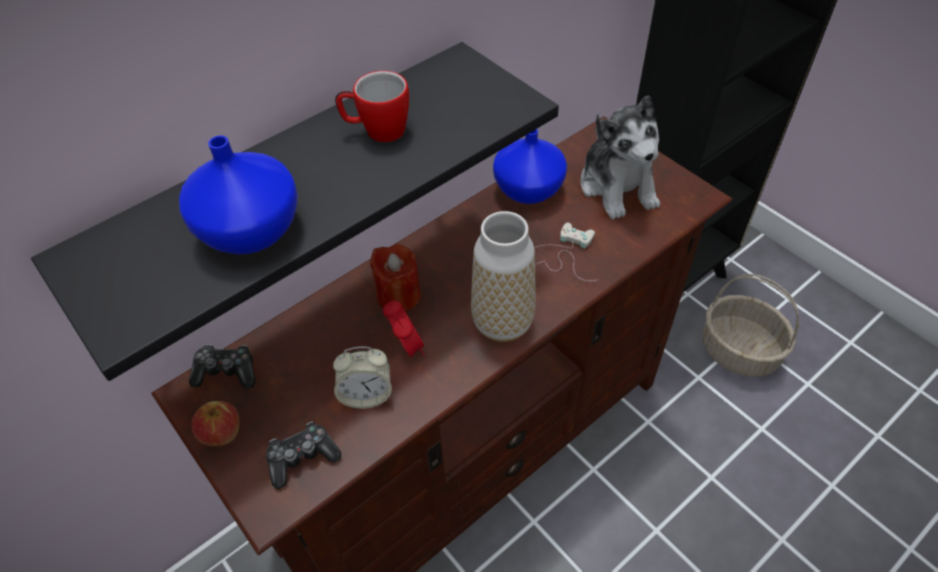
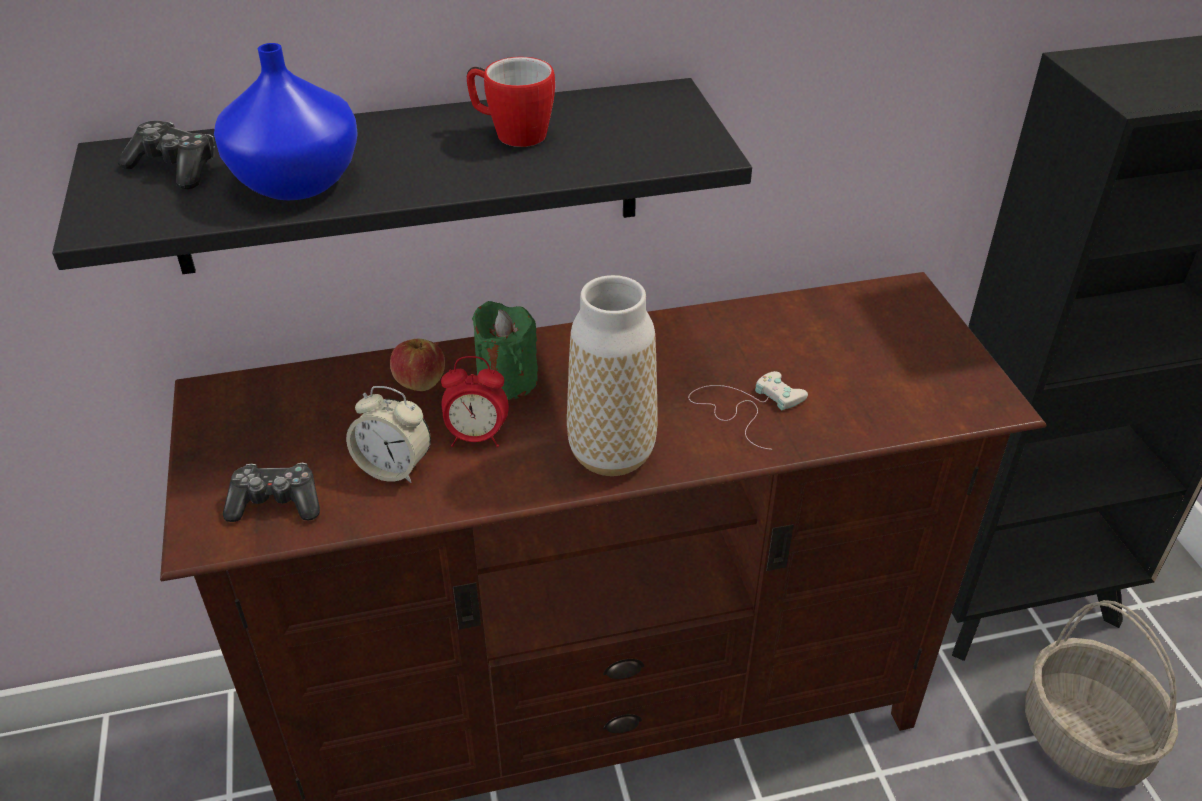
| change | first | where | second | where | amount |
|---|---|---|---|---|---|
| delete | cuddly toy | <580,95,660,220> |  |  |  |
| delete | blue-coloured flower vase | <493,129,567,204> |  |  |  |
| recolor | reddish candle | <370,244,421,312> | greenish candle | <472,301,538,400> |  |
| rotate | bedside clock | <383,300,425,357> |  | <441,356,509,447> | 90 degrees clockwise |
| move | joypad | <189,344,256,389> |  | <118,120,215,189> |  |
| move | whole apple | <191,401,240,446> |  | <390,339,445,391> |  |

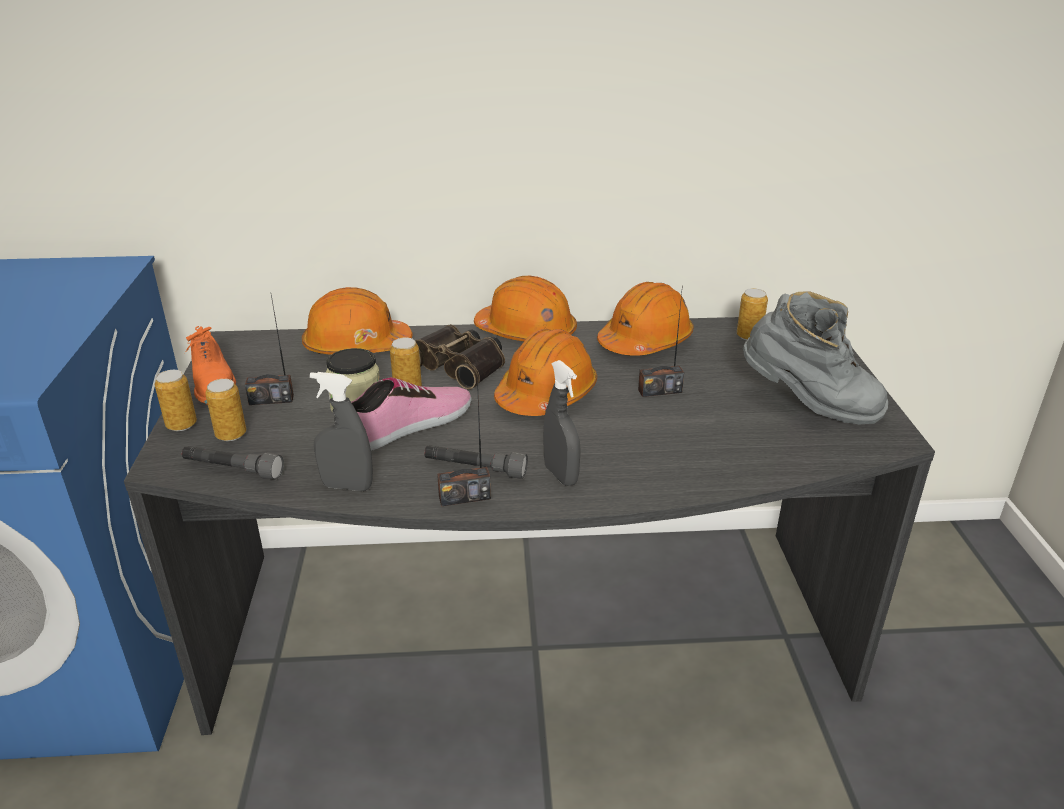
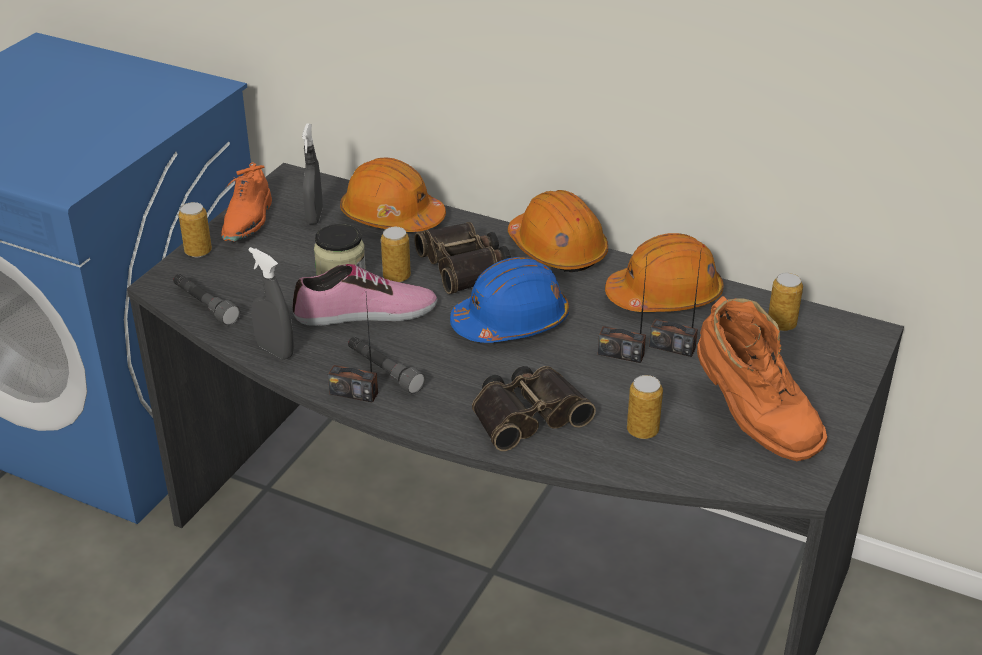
| change | first | where | second | where | amount |
|---|---|---|---|---|---|
| recolor | grey tall boot | <743,292,888,424> | orange tall boot | <697,296,827,461> |  |
| move | radio set | <245,295,294,405> |  | <649,253,701,357> |  |
| recolor | orange work helmet | <494,329,597,416> | blue-coloured work helmet | <450,257,569,343> |  |
| move | grey hand sprayer | <543,360,581,486> |  | <302,124,323,225> |  |
| move | metal can | <205,379,246,441> |  | <627,375,663,439> |  |
| insert |  |  | binoculars | <472,366,596,451> |  |

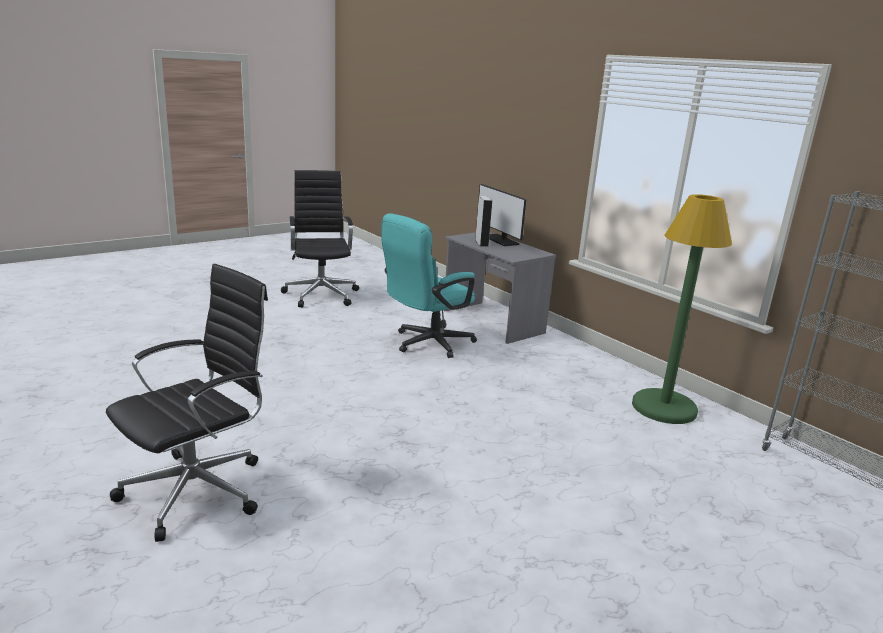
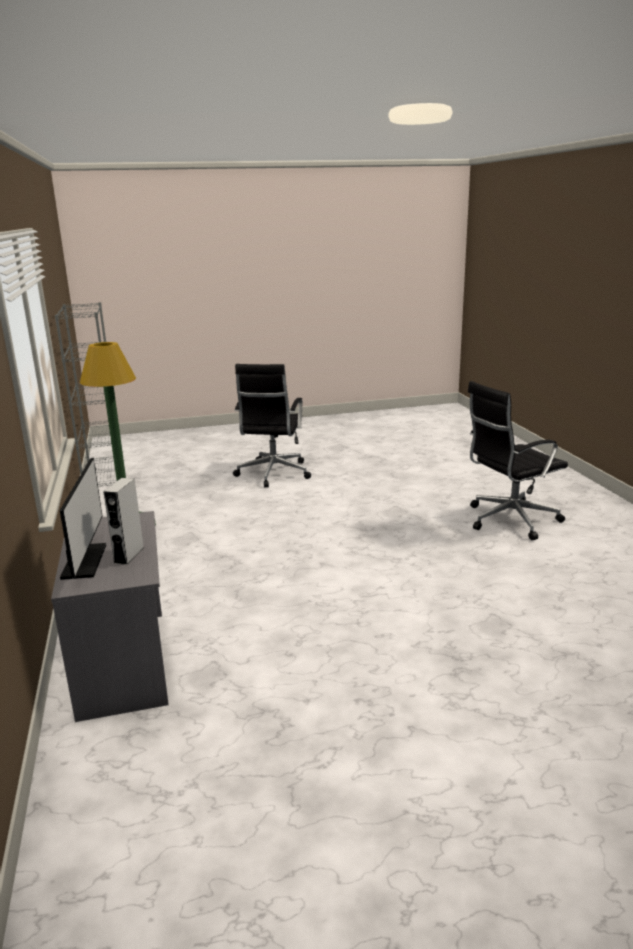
| change | first | where | second | where | amount |
|---|---|---|---|---|---|
| move | blackish computer chair | <281,170,359,308> |  | <233,364,311,488> |  |
| delete | turquoise-coloured computer chair | <381,213,477,358> |  |  |  |

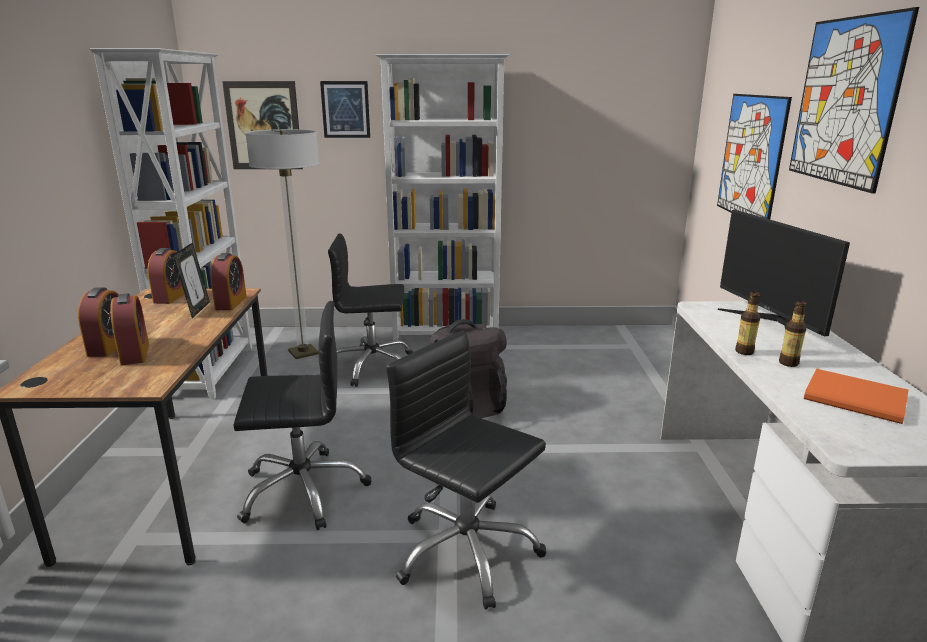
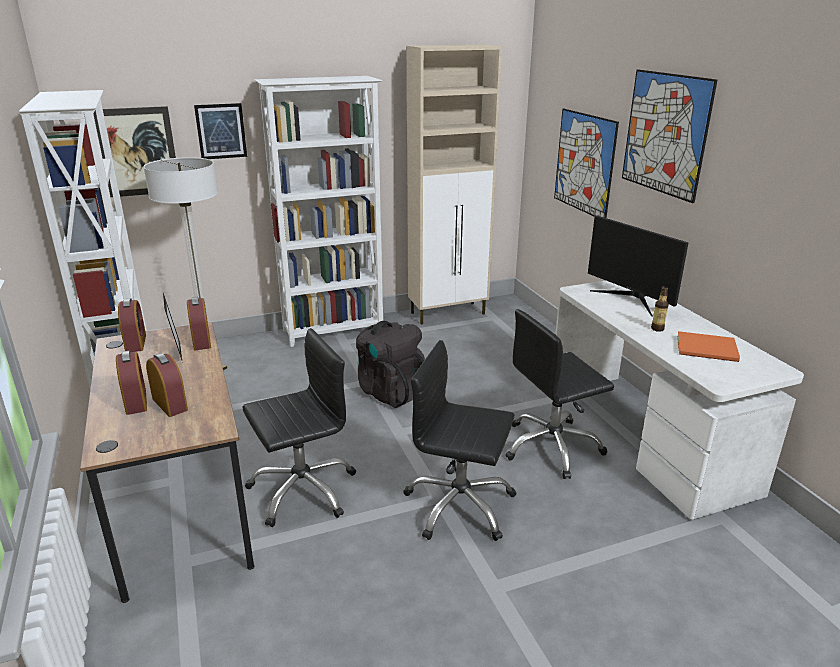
| change | first | where | second | where | amount |
|---|---|---|---|---|---|
| move | blackish computer chair | <328,233,413,387> |  | <505,309,614,479> |  |
| delete | bottle | <735,292,760,355> |  |  |  |
| insert |  |  | beige cabinet | <407,44,502,324> |  |

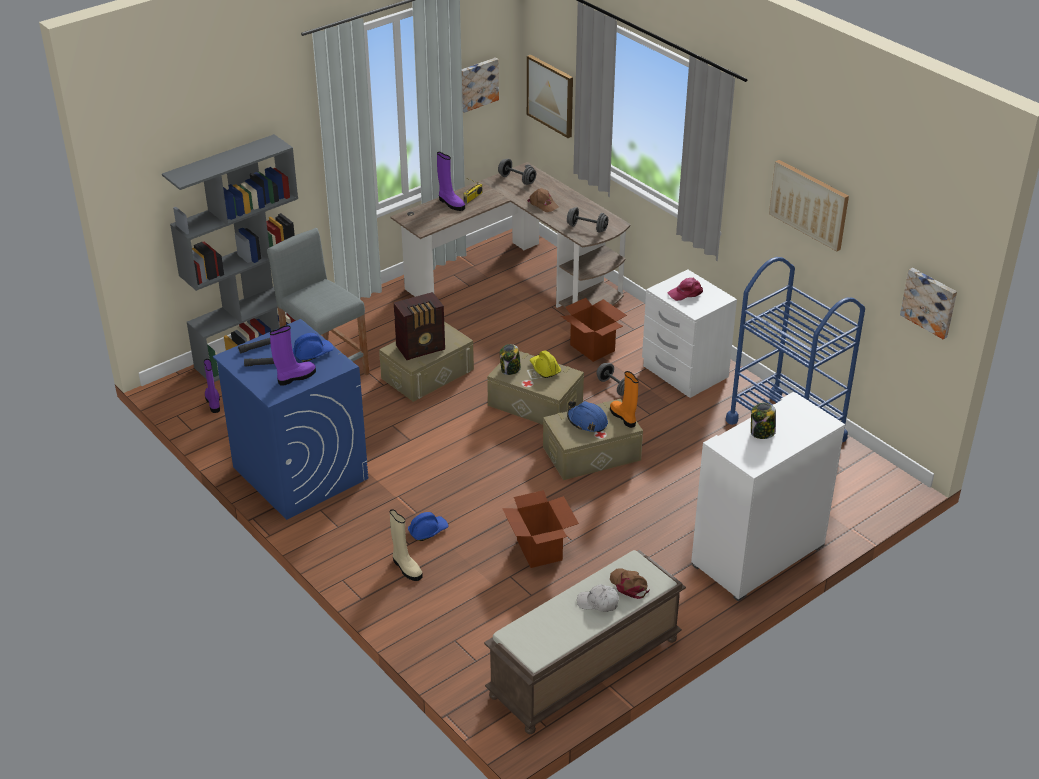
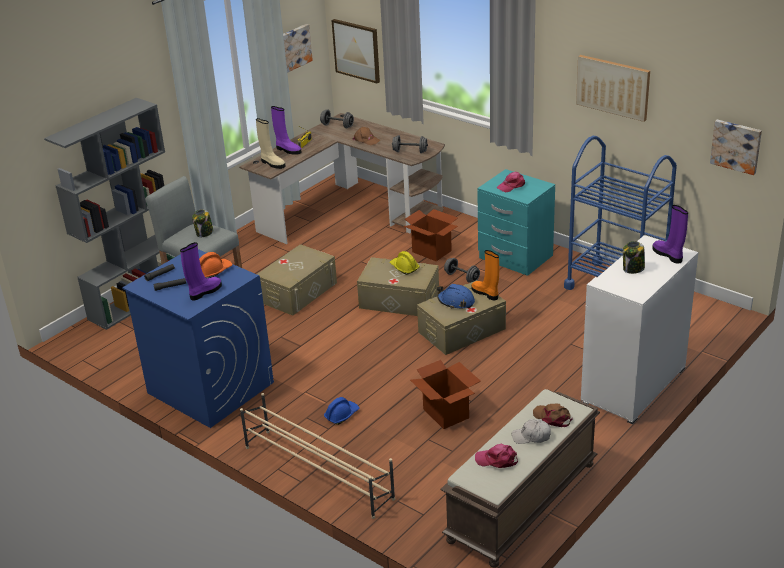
| change | first | where | second | where | amount |
|---|---|---|---|---|---|
| recolor | whitish night table | <642,270,737,398> | turquoise-coloured night table | <477,169,555,276> |  |
| delete | radio set | <394,292,445,360> |  |  |  |
| recolor | blue-coloured work helmet | <293,333,334,362> | orange work helmet | <199,252,233,278> |  |
| move | preserve jar | <500,344,521,375> |  | <192,209,214,237> |  |
| move | purplish tall boot | <204,359,220,413> |  | <652,205,688,264> |  |
| move | beige tall boot | <390,509,423,581> |  | <256,118,286,169> |  |
| insert |  |  | beige shoe stand | <240,393,395,519> |  |
| insert |  |  | pink-coloured baseball cap | <475,444,518,468> |  |

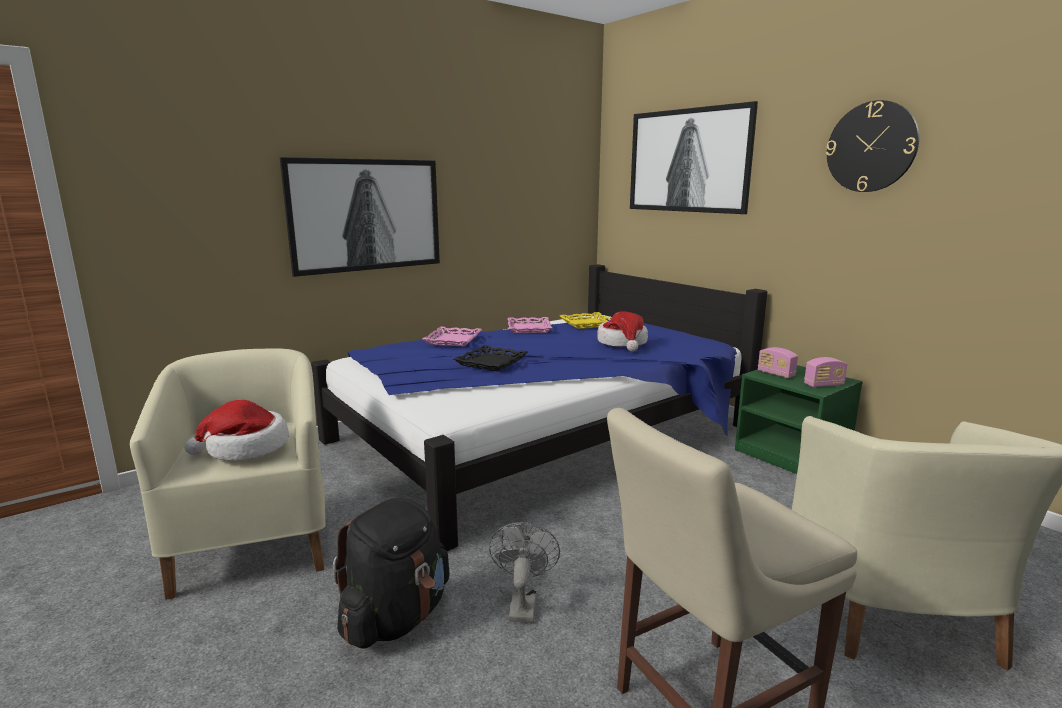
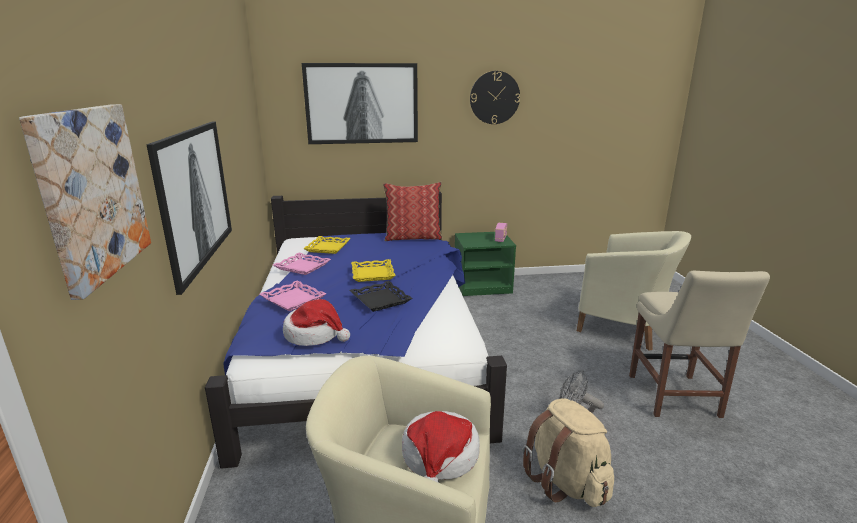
| change | first | where | second | where | amount |
|---|---|---|---|---|---|
| move | hat | <597,312,648,352> |  | <283,299,350,346> |  |
| delete | radio set | <758,347,798,378> |  |  |  |
| recolor | blackish backpack | <333,498,450,648> | beige backpack | <523,398,614,507> |  |
| insert |  |  | picture | <19,104,151,300> |  |
| insert |  |  | pillow | <383,182,442,241> |  |
| insert |  |  | yellow serving tray | <351,259,396,282> |  |

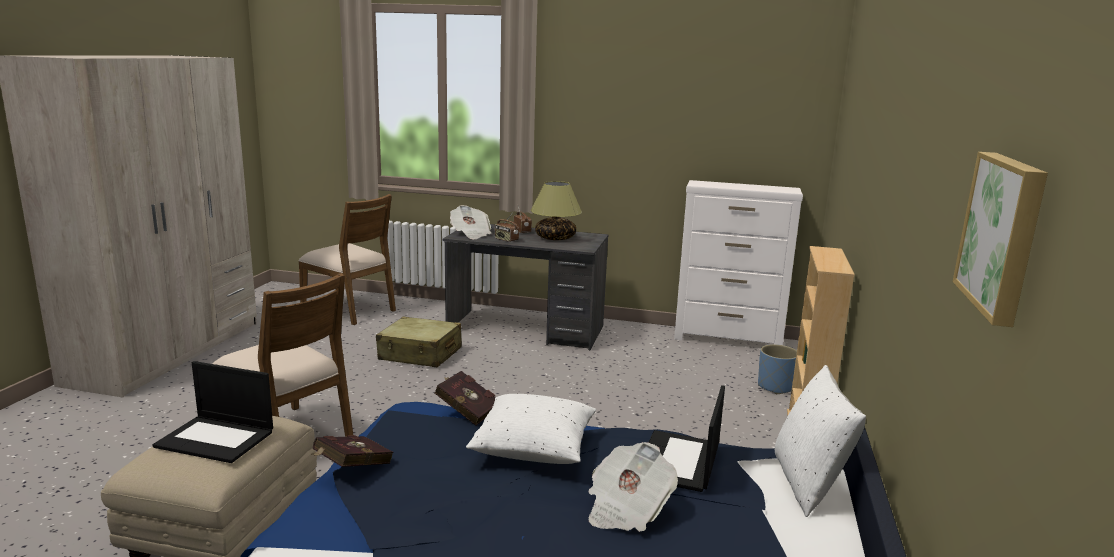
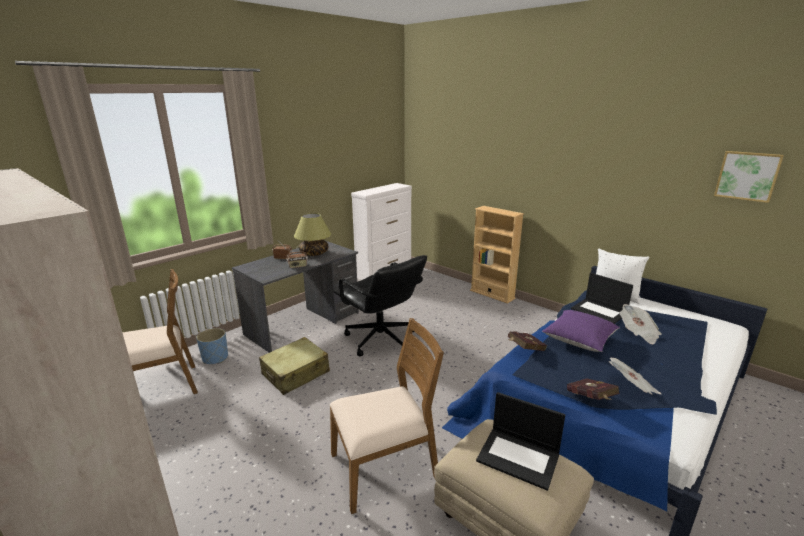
| change | first | where | second | where | amount |
|---|---|---|---|---|---|
| move | printed paper | <450,205,492,239> |  | <609,358,661,395> |  |
| move | blue-coloured flower pot | <758,344,797,394> |  | <196,328,228,364> |  |
| rotate | portable computer | <152,361,273,463> |  | <476,392,565,491> | 75 degrees clockwise |
| recolor | whitish pillow | <466,394,596,464> | purplish pillow | <542,310,620,352> |  |
| insert |  |  | blackish computer chair | <333,255,427,356> |  |

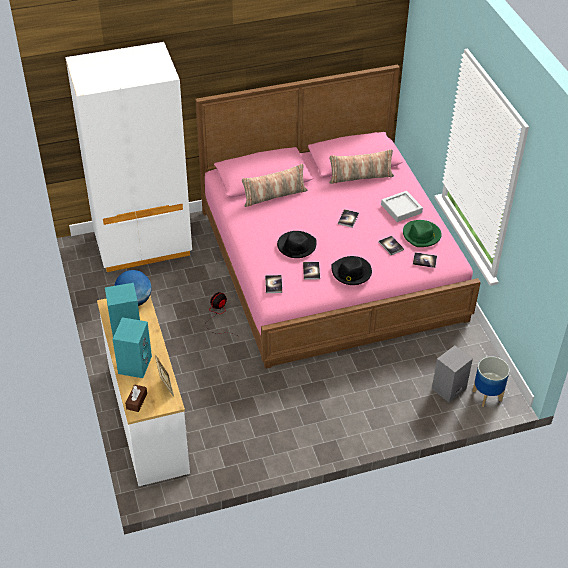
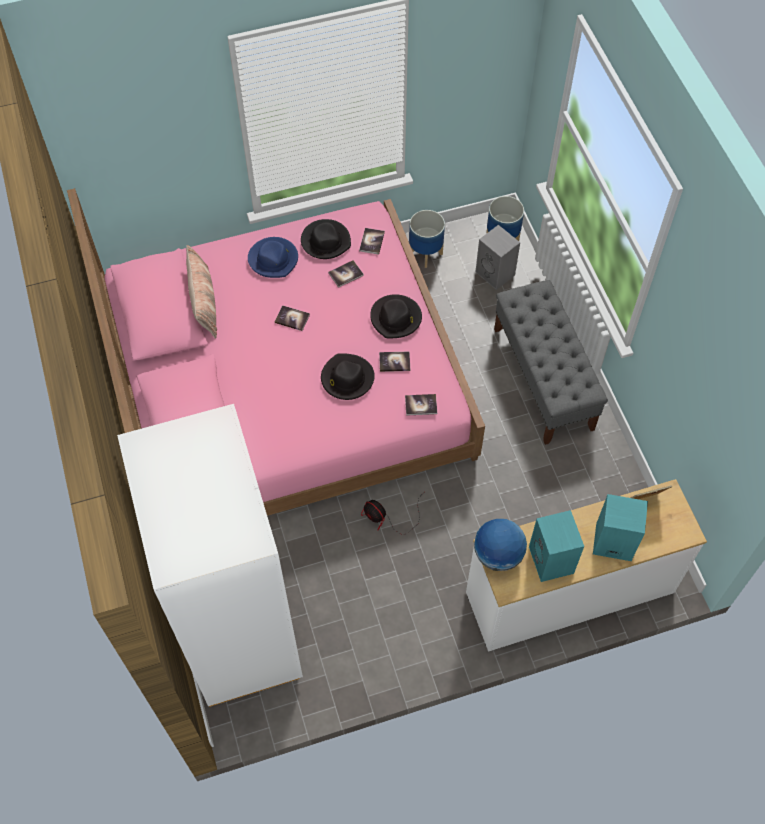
| change | first | where | second | where | amount |
|---|---|---|---|---|---|
| delete | pillow | <242,164,307,207> |  |  |  |
| replace | grey serving tray | <381,191,423,222> | blue-coloured hat | <248,237,298,278> |  |
| recolor | greenish hat | <403,220,442,247> | blackish hat | <301,219,351,259> |  |
| delete | brownish tissue box | <125,384,147,412> |  |  |  |
| insert |  |  | flower pot | <409,210,445,268> |  |
| insert |  |  | grey long seat | <494,280,608,445> |  |

